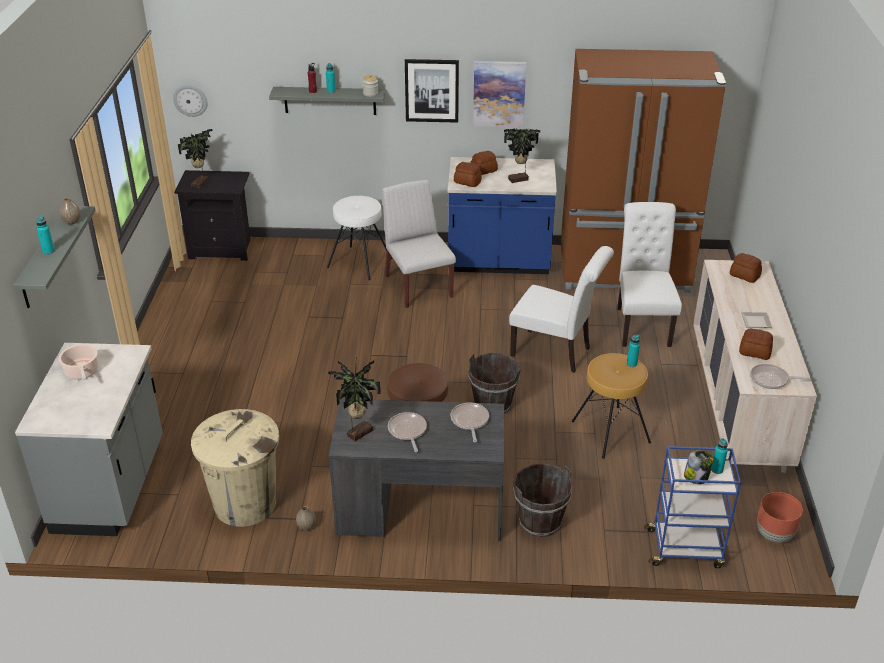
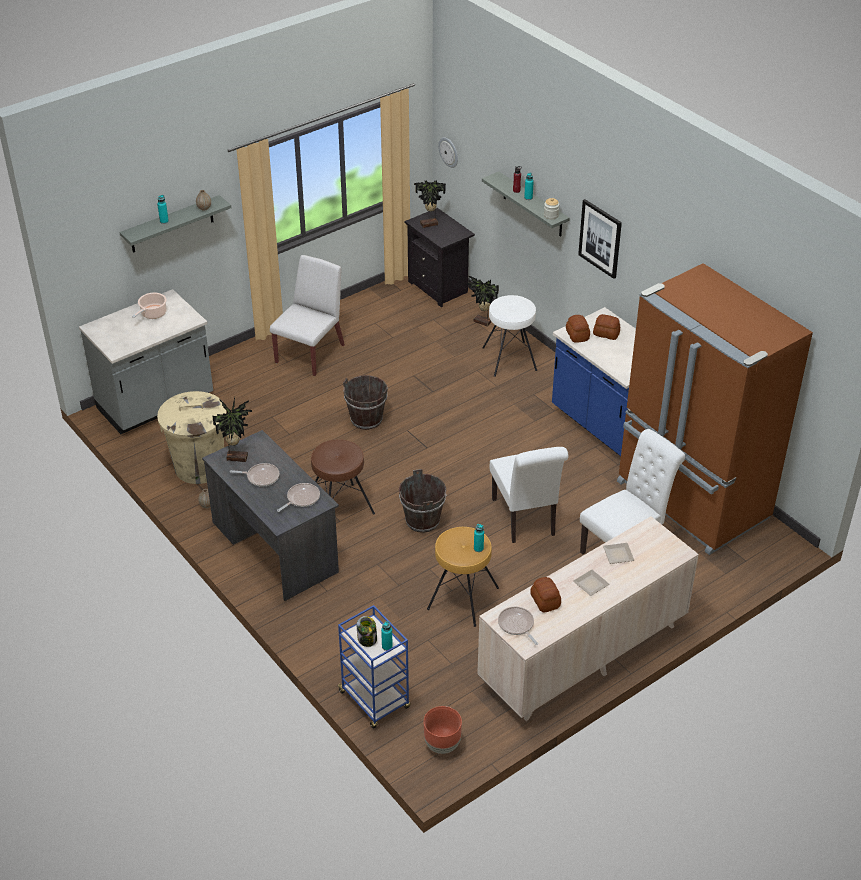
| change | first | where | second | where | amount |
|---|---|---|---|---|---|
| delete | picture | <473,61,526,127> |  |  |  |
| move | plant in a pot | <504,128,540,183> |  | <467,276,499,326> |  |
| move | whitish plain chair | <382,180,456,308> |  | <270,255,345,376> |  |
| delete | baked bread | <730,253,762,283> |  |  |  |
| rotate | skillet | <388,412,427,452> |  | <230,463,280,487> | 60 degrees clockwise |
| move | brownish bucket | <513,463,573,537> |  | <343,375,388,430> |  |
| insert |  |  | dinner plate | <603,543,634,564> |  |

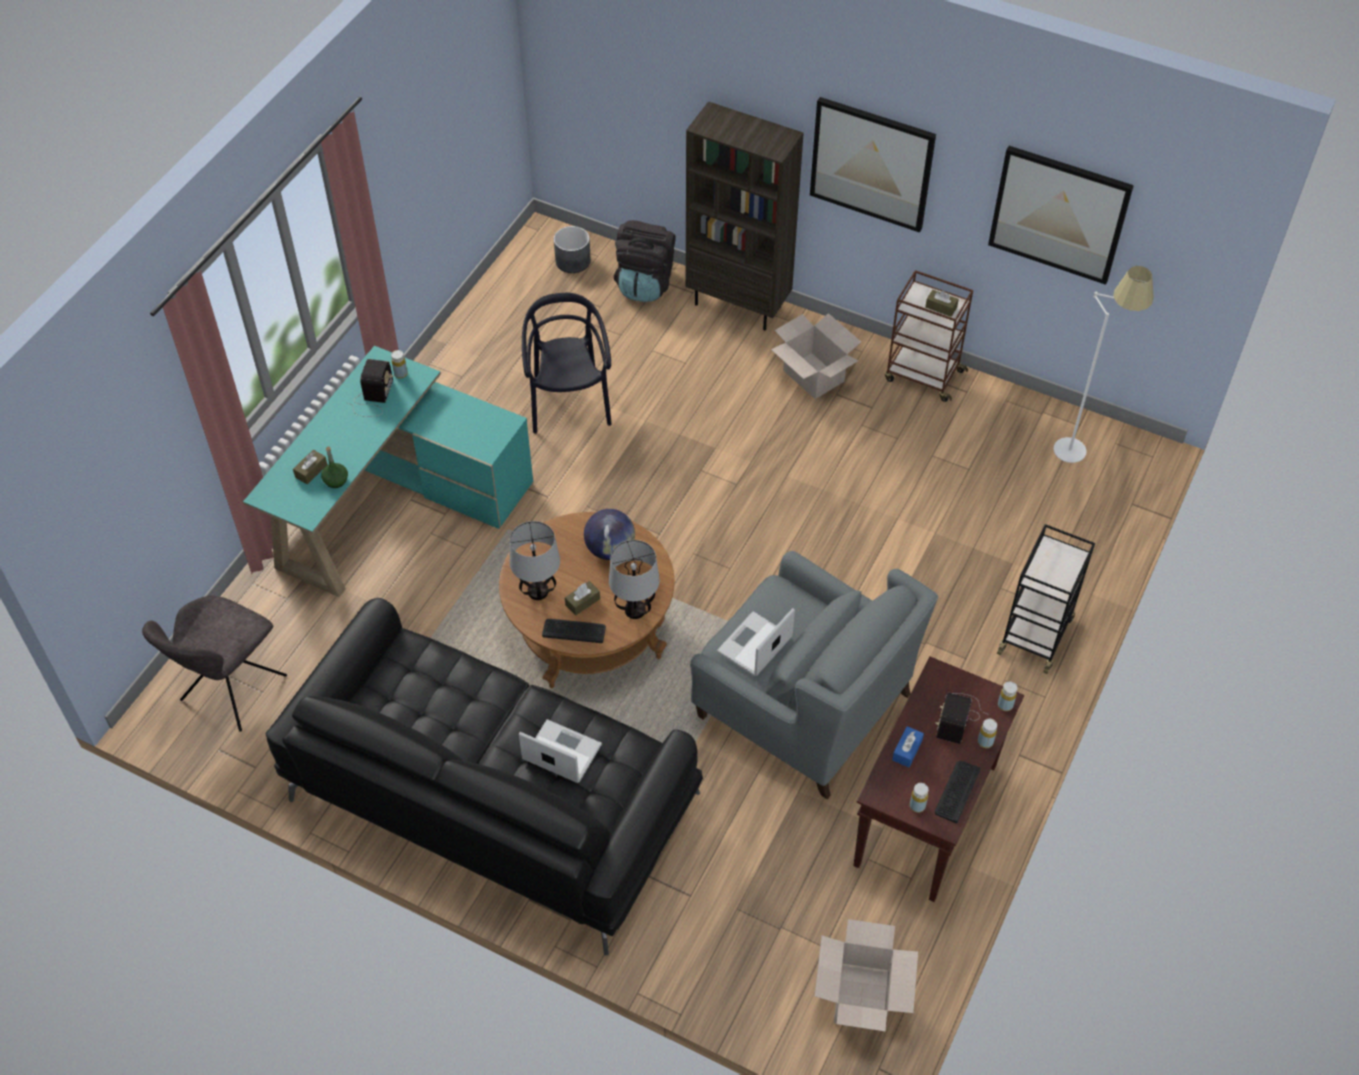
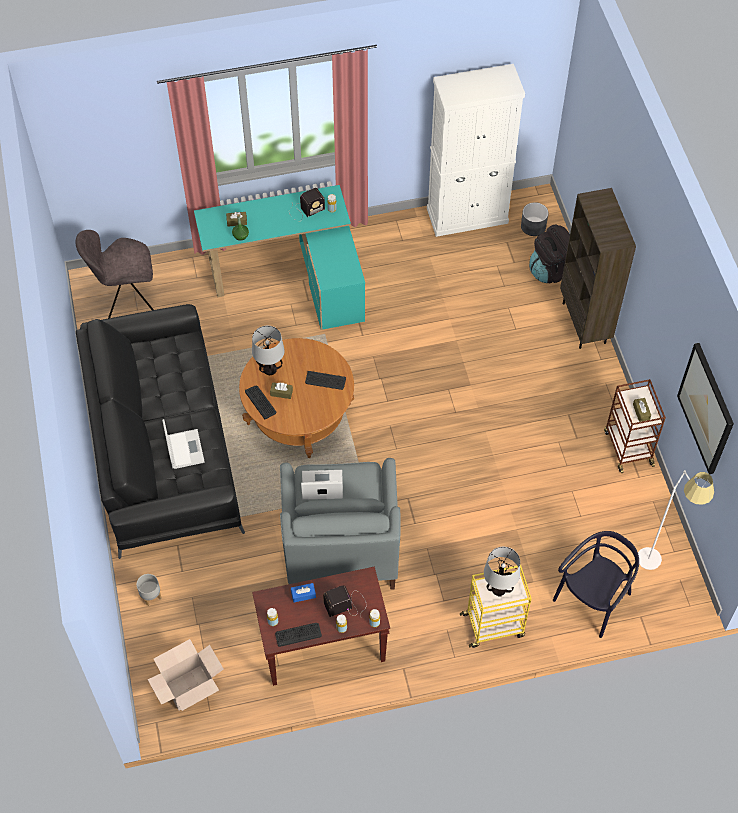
| change | first | where | second | where | amount |
|---|---|---|---|---|---|
| delete | picture | <810,97,936,233> |  |  |  |
| move | blackish plain chair | <522,293,612,434> |  | <553,531,639,638> |  |
| delete | carton | <771,313,861,399> |  |  |  |
| replace | desk globe | <584,509,635,560> | PC keyboard | <305,371,346,390> |  |
| recolor | blackish trolley | <997,524,1095,674> | yellow trolley | <460,565,532,648> |  |
| move | tabletop lamp | <609,540,660,619> |  | <484,547,520,597> |  |
| insert |  |  | whitish cabinet | <427,64,525,237> |  |
| insert |  |  | grey flower pot | <136,574,162,606> |  |

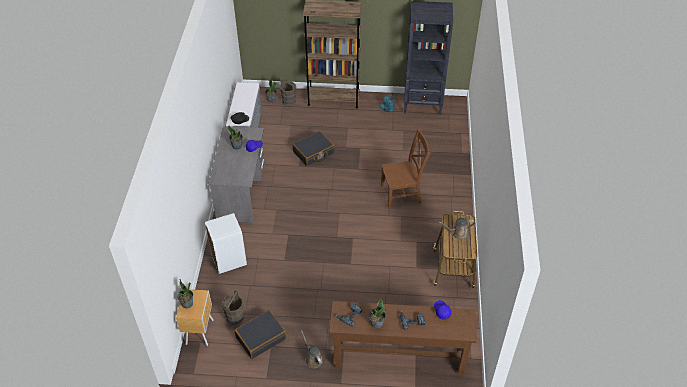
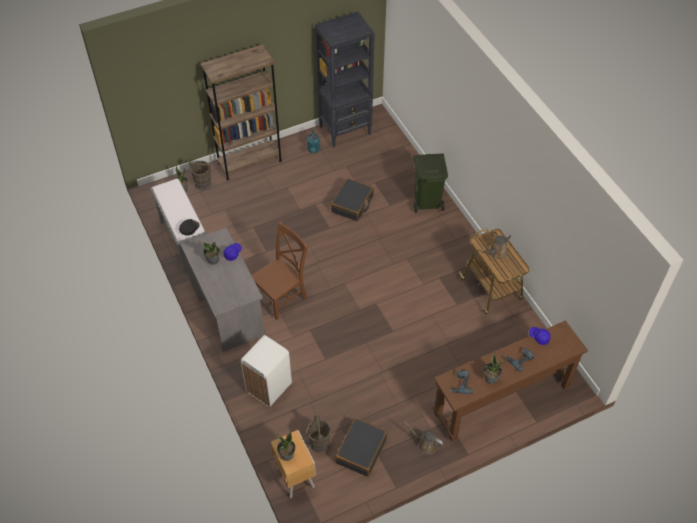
| change | first | where | second | where | amount |
|---|---|---|---|---|---|
| move | brownish plain chair | <381,129,430,208> |  | <251,221,309,320> |  |
| move | blackish piece of luggage | <292,131,334,166> |  | <331,178,374,221> |  |
| insert |  |  | greenish rubbish bin | <413,153,448,213> |  |

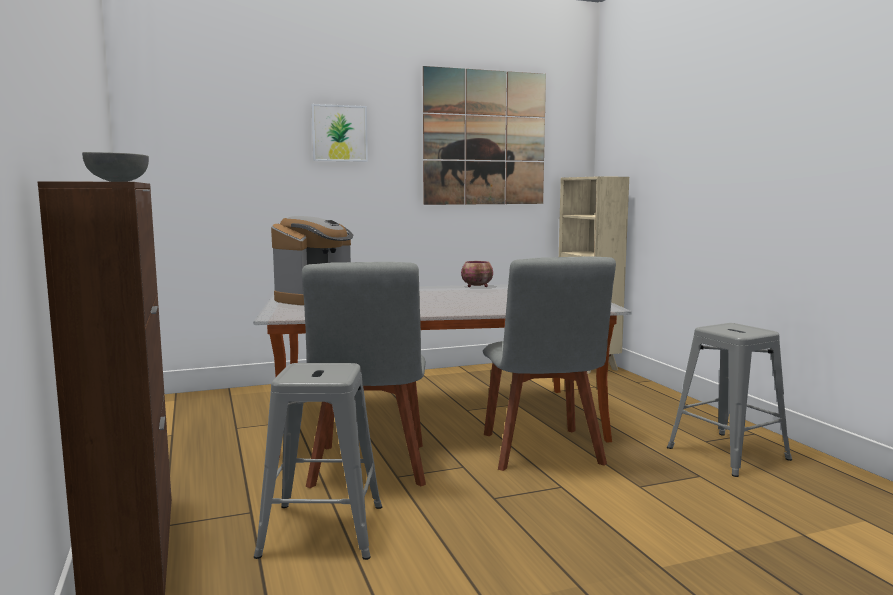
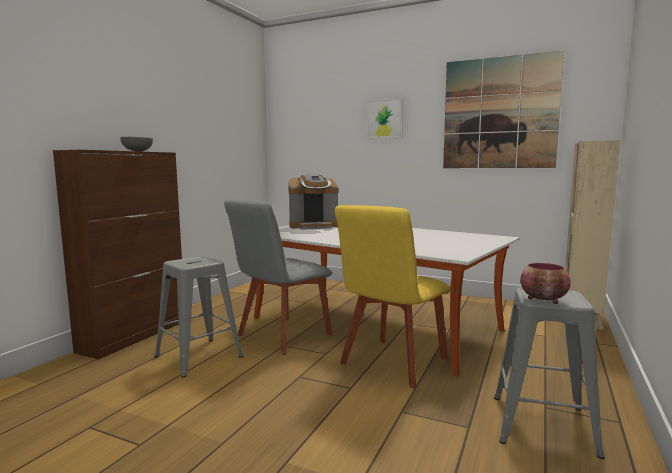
| change | first | where | second | where | amount |
|---|---|---|---|---|---|
| recolor | grey plain chair | <483,256,616,471> | yellow plain chair | <335,205,451,388> |  |
| move | deep dish | <461,261,493,287> |  | <520,263,571,304> |  |

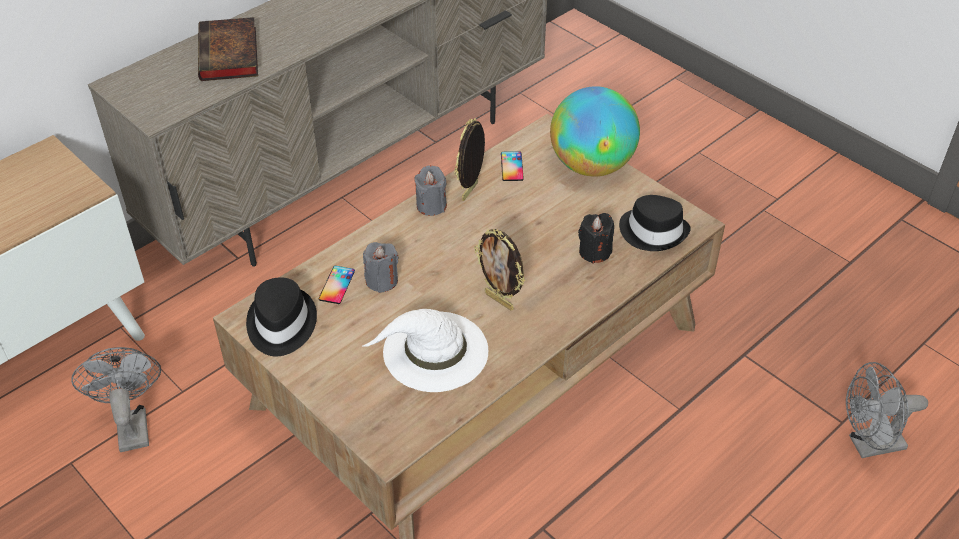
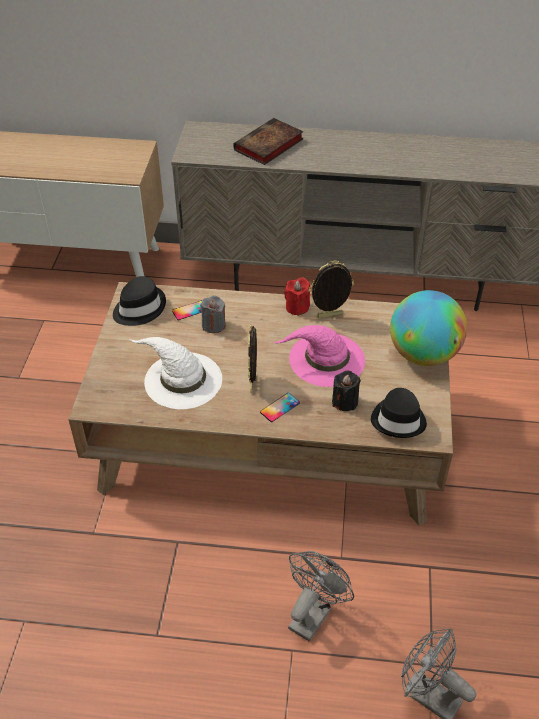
| change | first | where | second | where | amount |
|---|---|---|---|---|---|
| move | handset | <501,151,524,181> |  | <260,393,300,422> |  |
| recolor | grey candle | <414,165,447,216> | reddish candle | <284,277,310,316> |  |
| move | grey electric fan | <71,347,161,452> |  | <288,551,354,642> |  |
| insert |  |  | pink-coloured hat | <274,325,365,387> |  |

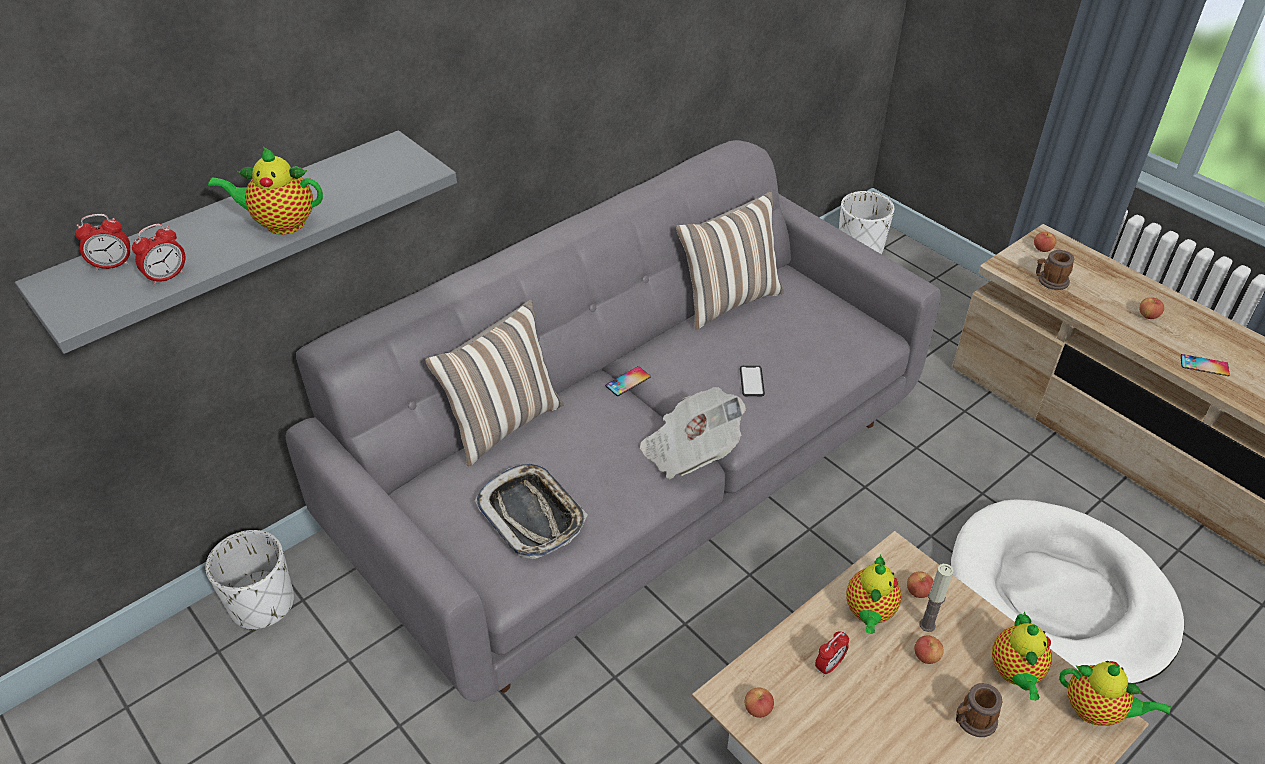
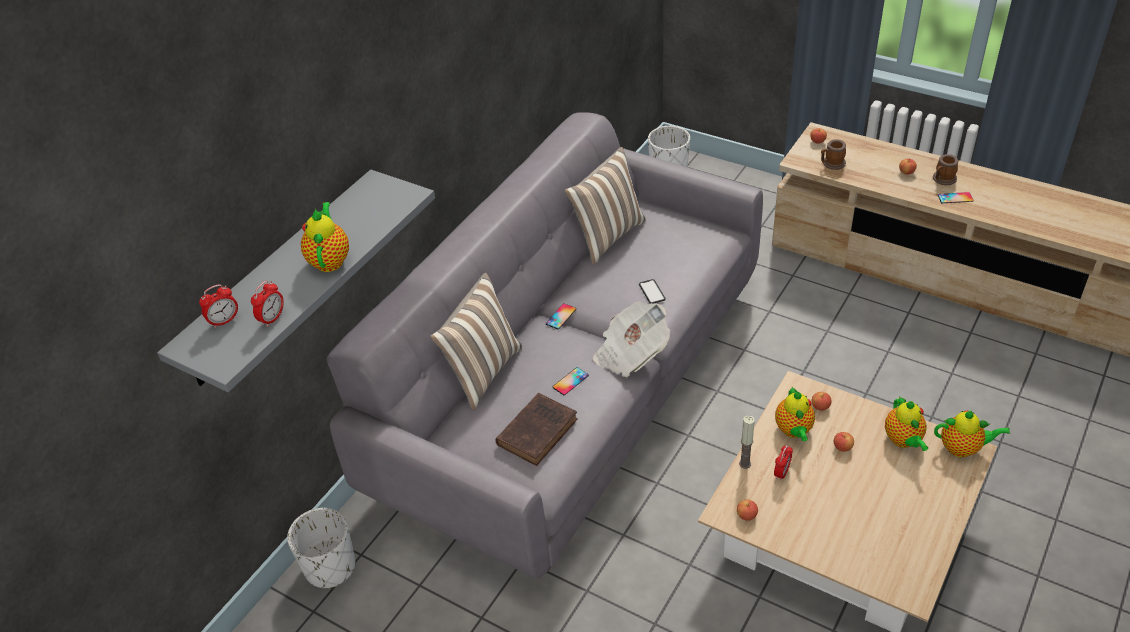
| change | first | where | second | where | amount |
|---|---|---|---|---|---|
| rotate | teapot | <208,147,323,235> |  | <301,202,349,272> | 105 degrees clockwise |
| replace | serving tray | <475,464,588,559> | brownish book | <495,393,578,466> |  |
| delete | whitish dog bed | <951,499,1184,684> |  |  |  |
| move | candle | <919,564,954,632> |  | <739,415,755,469> |  |
| move | tea mug | <956,683,1002,737> |  | <933,154,958,185> |  |
| insert |  |  | handset | <552,367,589,395> |  |

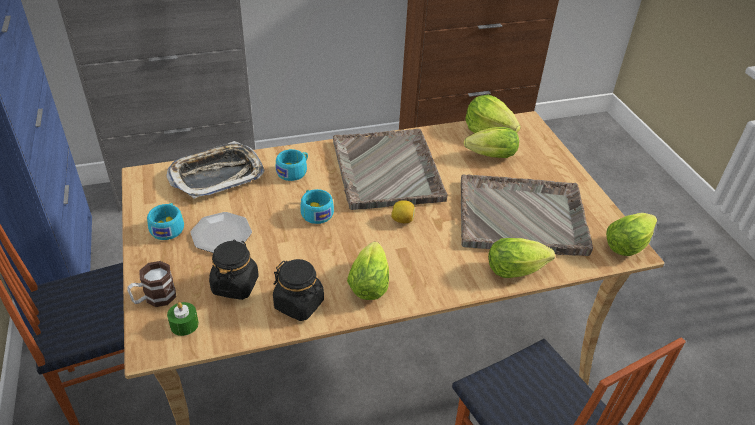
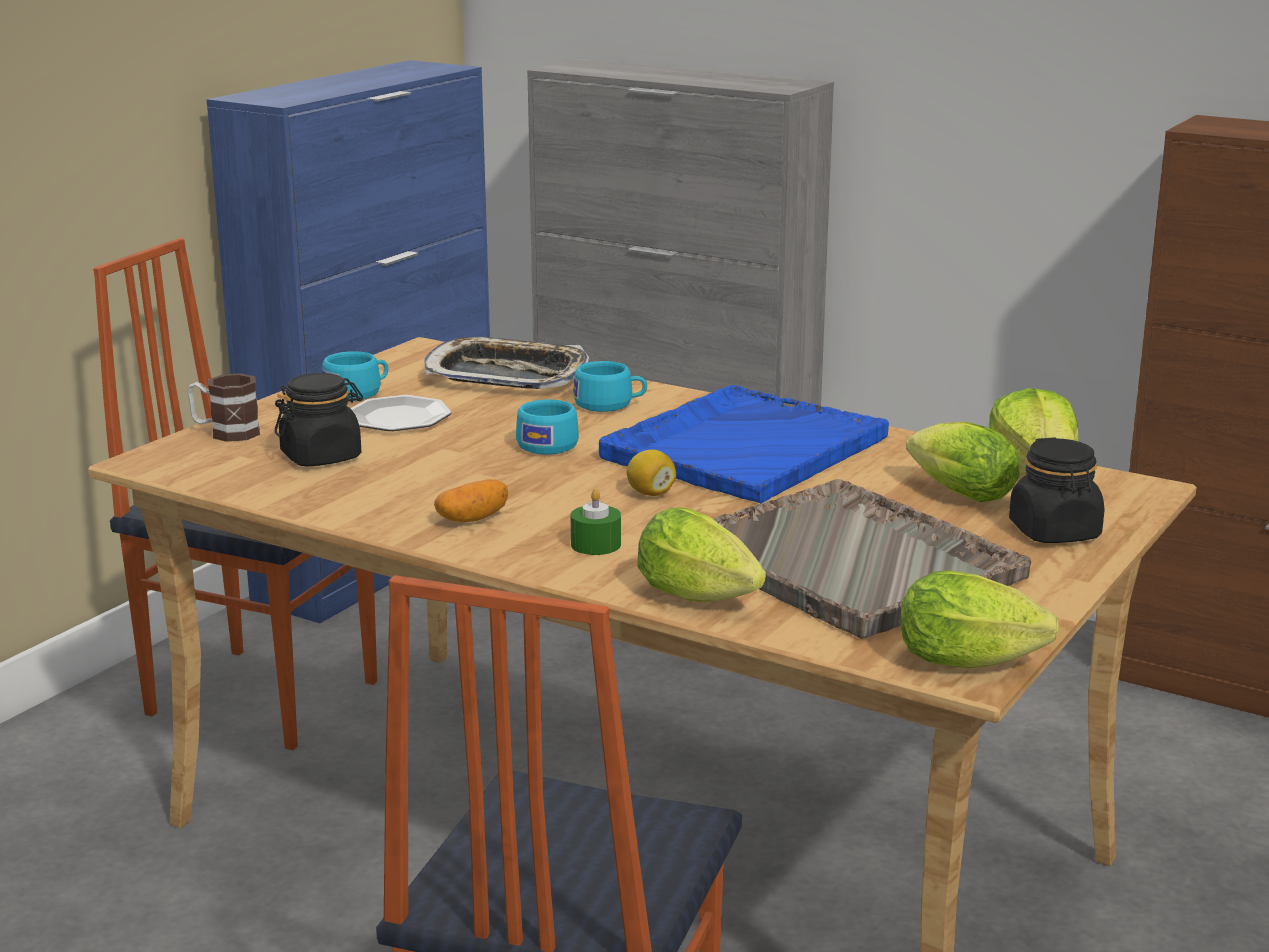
| change | first | where | second | where | amount |
|---|---|---|---|---|---|
| recolor | grey serving tray | <333,129,448,210> | blue-coloured serving tray | <599,385,889,504> |  |
| replace | lettuce head | <347,242,389,300> | whole potato | <434,479,508,522> |  |
| move | blackish preserve jar | <273,259,324,321> |  | <1009,437,1105,543> |  |
| move | greenish candle | <167,302,199,336> |  | <571,489,621,555> |  |

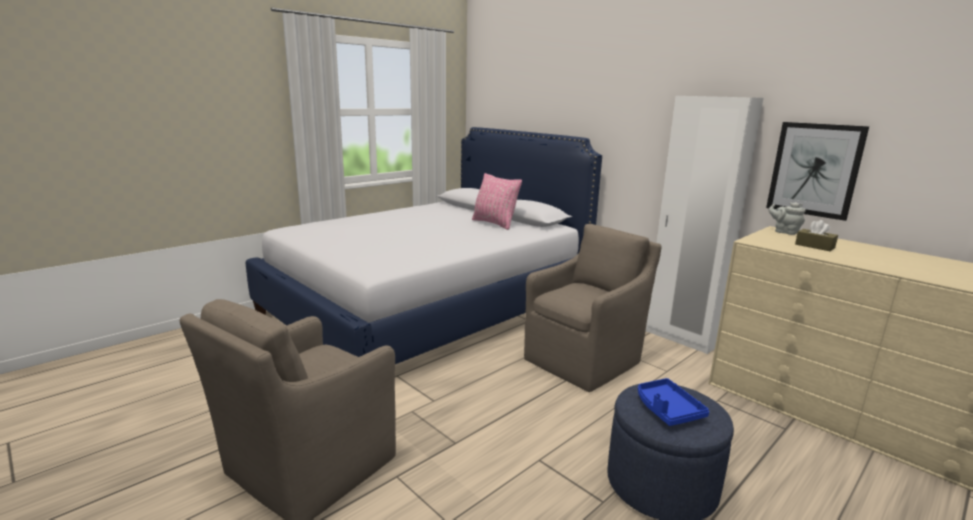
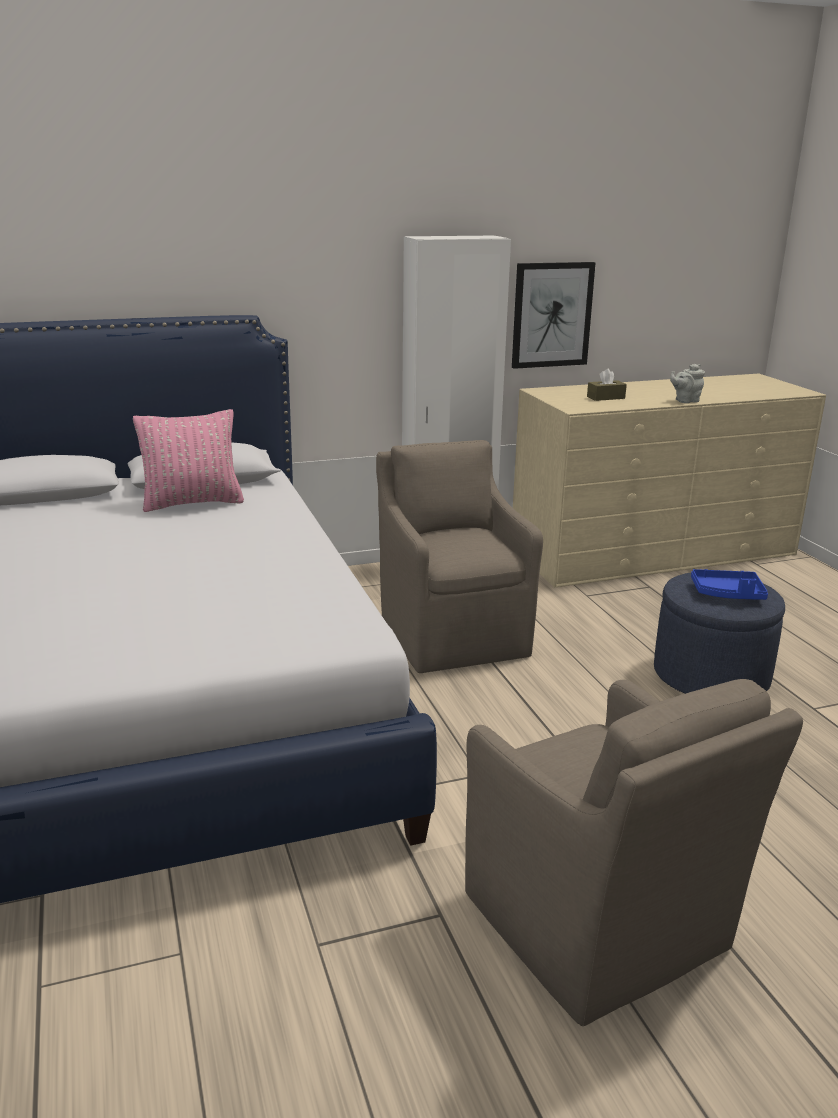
| change | first | where | second | where | amount |
|---|---|---|---|---|---|
| move | grey teapot | <768,202,806,235> |  | <670,364,705,403> |  |

